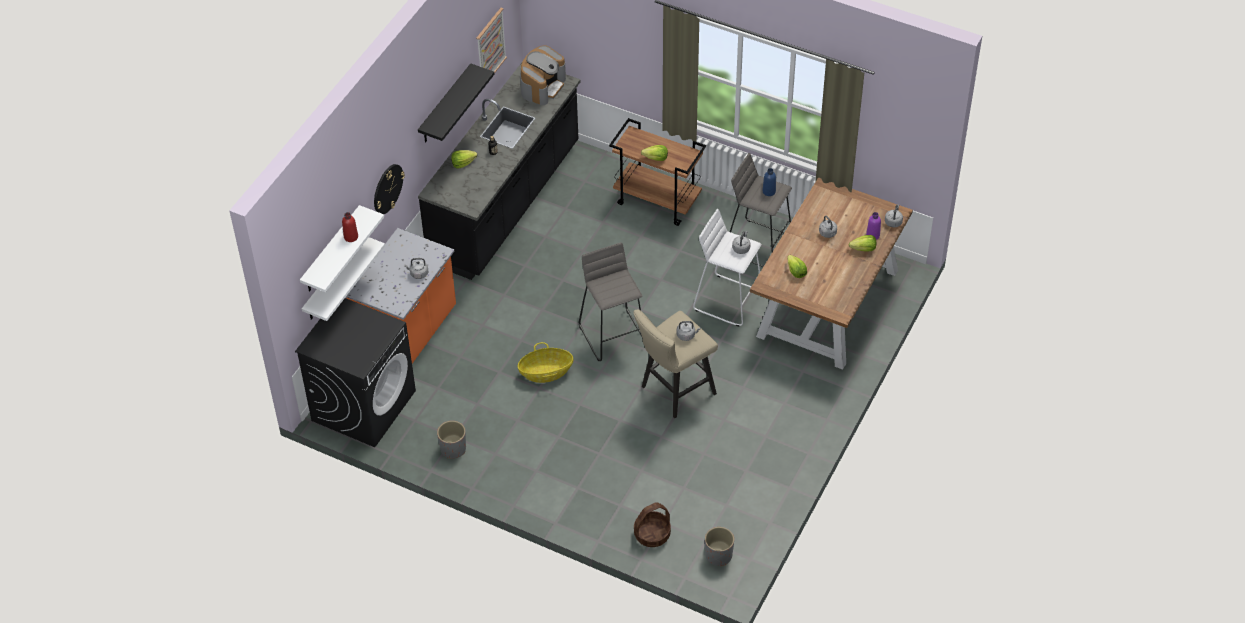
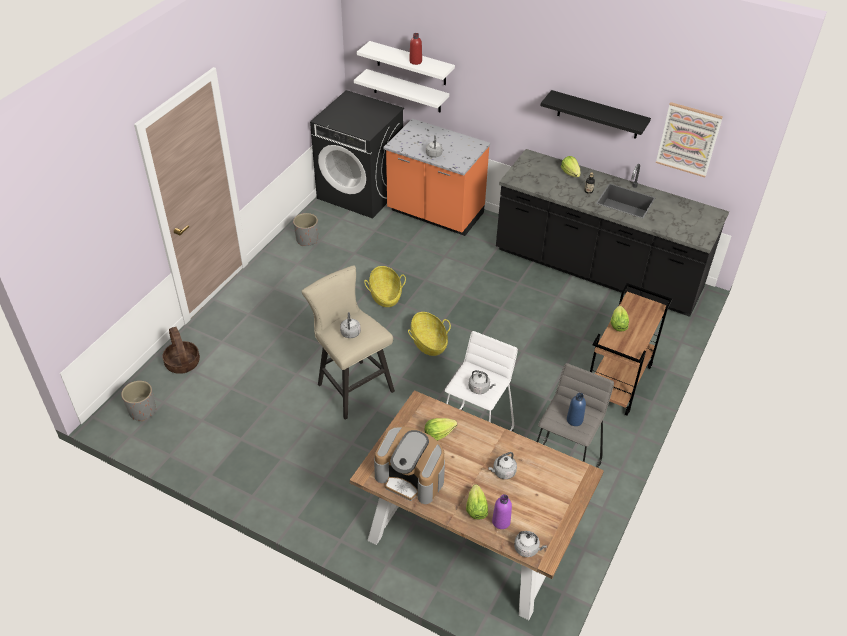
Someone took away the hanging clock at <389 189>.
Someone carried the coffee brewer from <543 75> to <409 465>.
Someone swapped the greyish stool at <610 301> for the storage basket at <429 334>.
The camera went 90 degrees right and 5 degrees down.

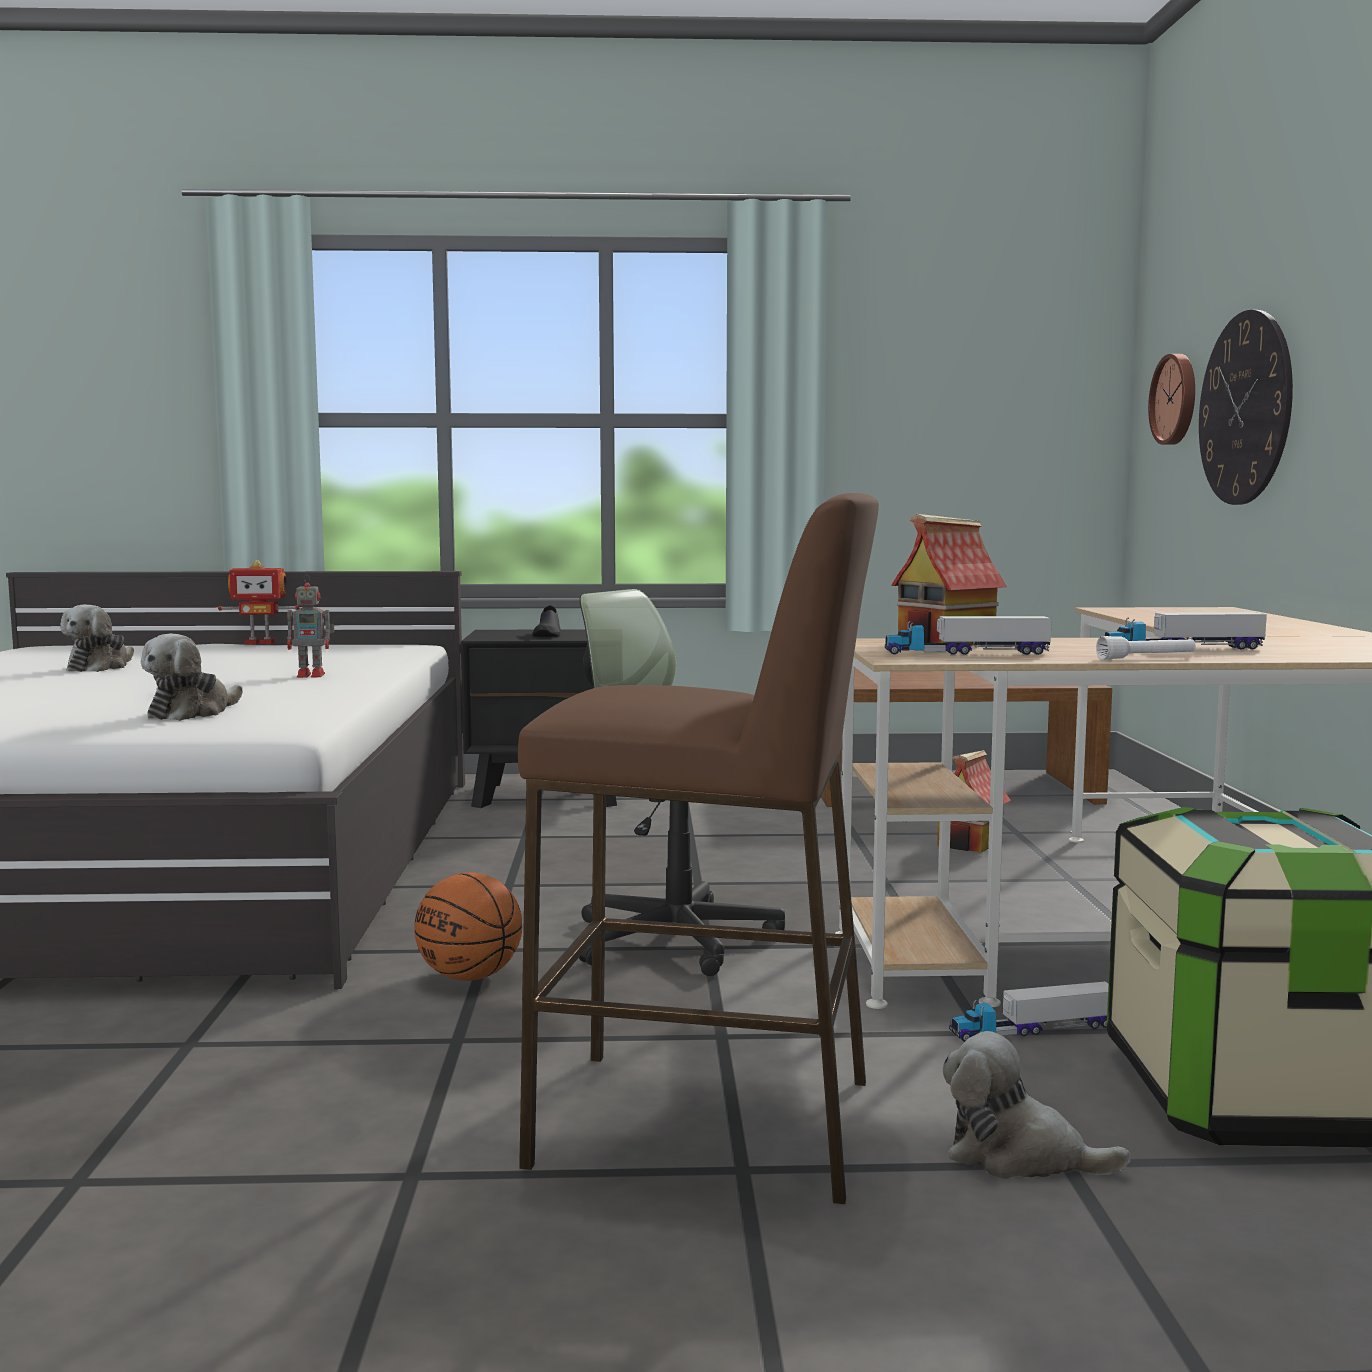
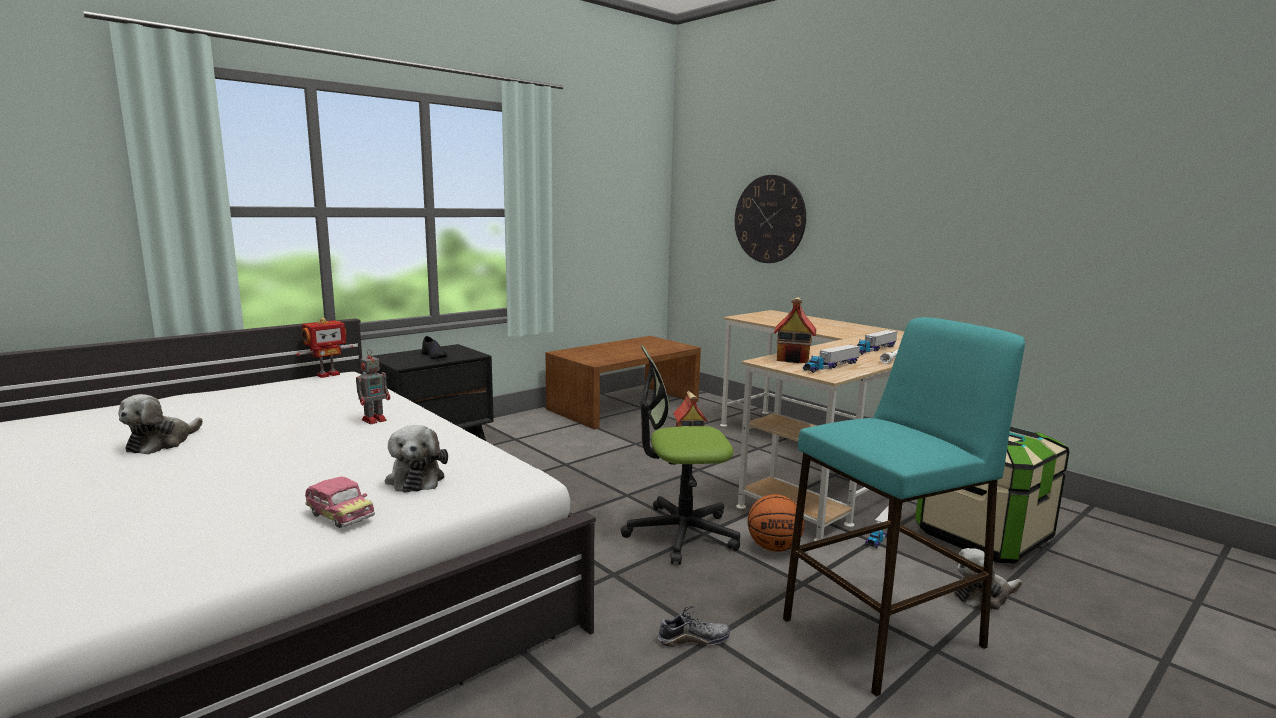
Someone took away the hanging clock at <1171 399>.
Someone put down the toy car at <340 502>.
Someone put down the low shoe at <694 626>.
Someone carried the model robot from <259 602> to <324 348>.
Someone carried the basketball ball from <468 927> to <776 523>.
Someone repainted the brown stool at <698 848>, which became the turquoise-coloured stool at <904 507>.
Someone rotated the soft toy at <97 638> by 45 degrees clockwise.
The camera went 40 degrees left and 5 degrees up.

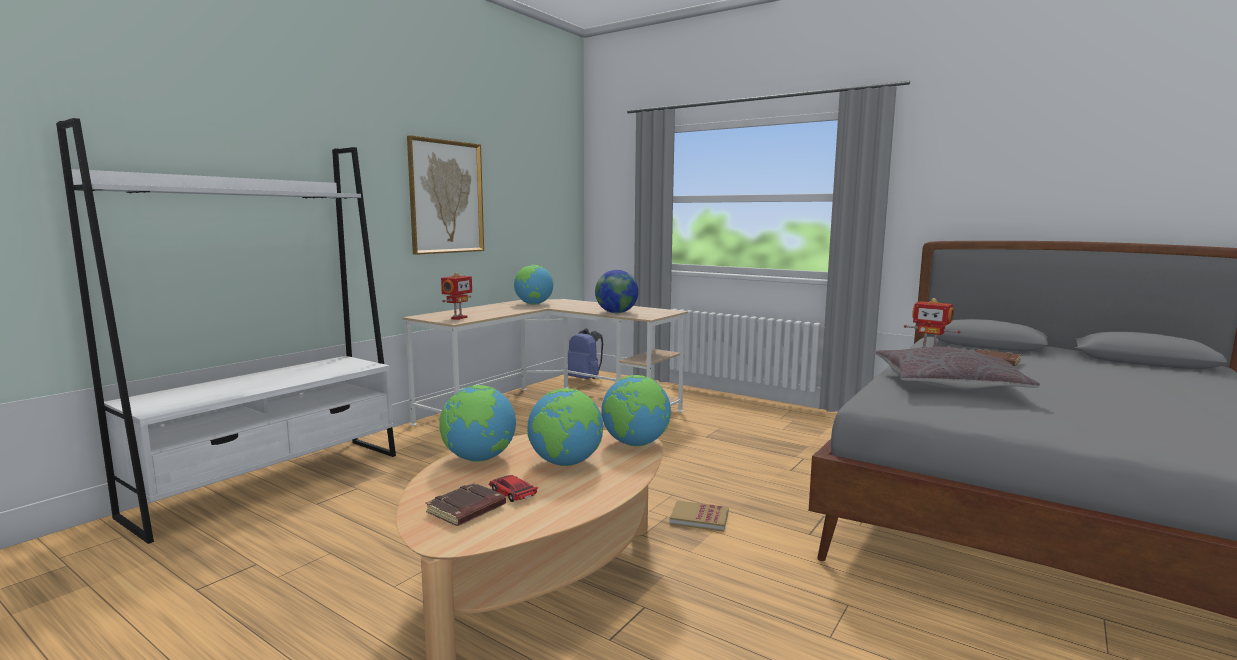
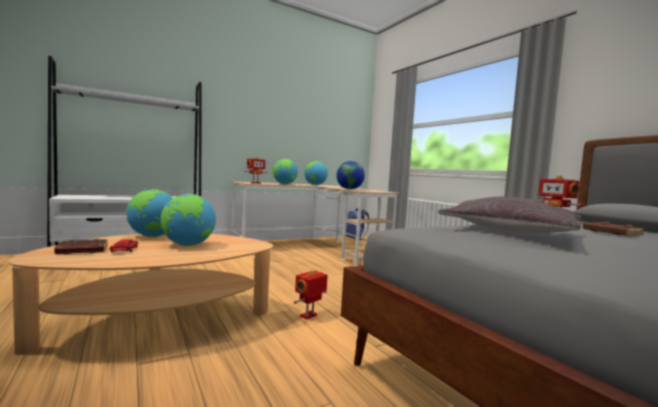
Someone took away the picture at <445 195>.
Someone carried the desk globe from <636 410> to <285 171>.
Someone swapped the bound book at <699 516> for the model robot at <311 294>.
The camera went 25 degrees right and 5 degrees down.

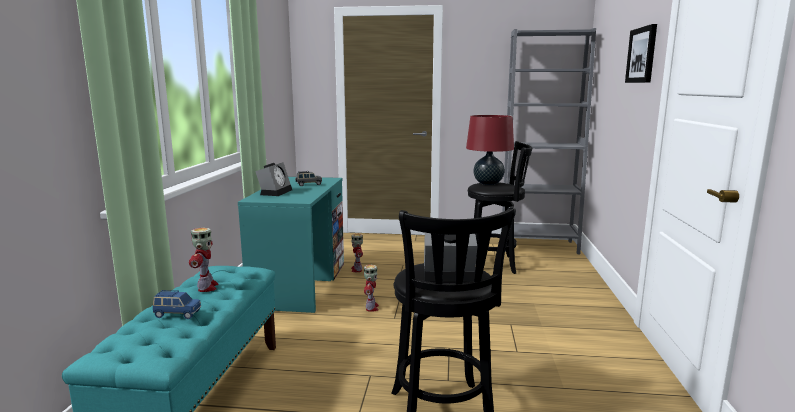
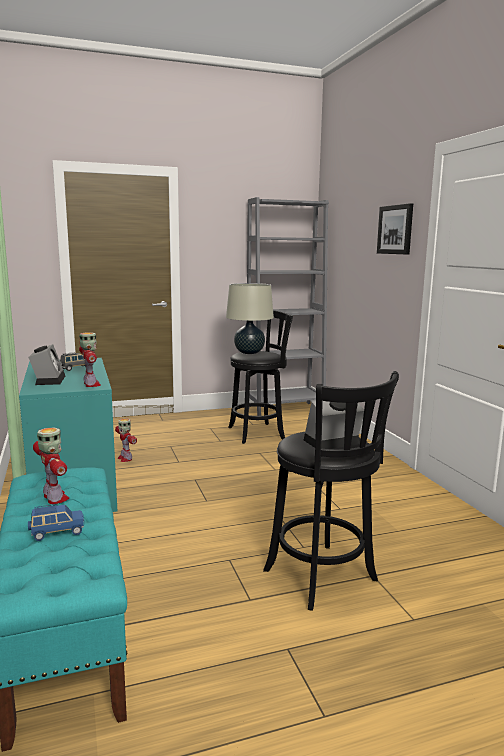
Someone carried the model robot from <371 288> to <90 359>.
Someone repainted the red lamp for a table at <490 150>, which became the sand-coloured lamp for a table at <250 318>.
The camera went 25 degrees left and 0 degrees up.

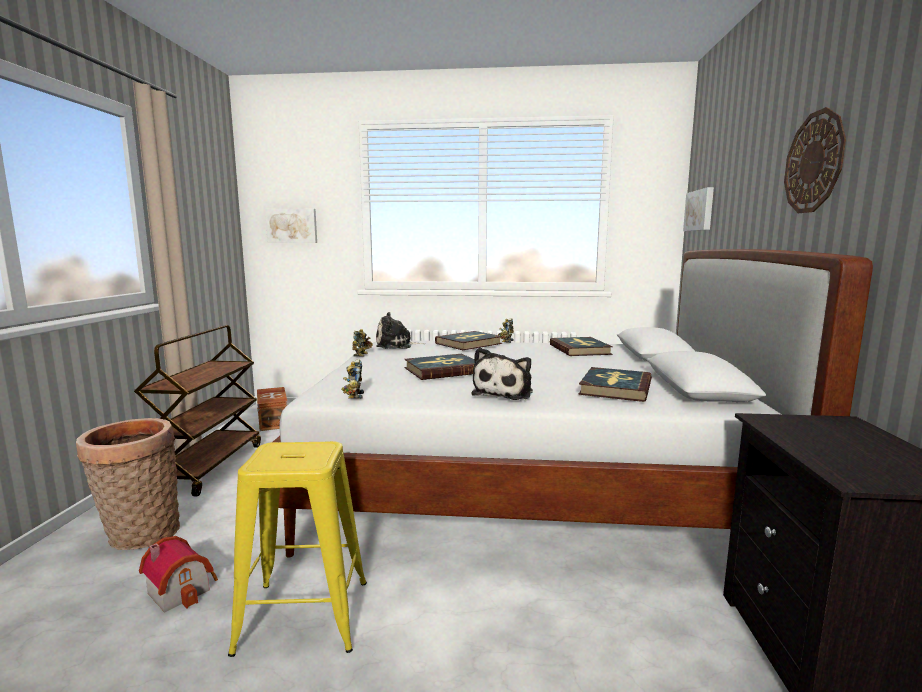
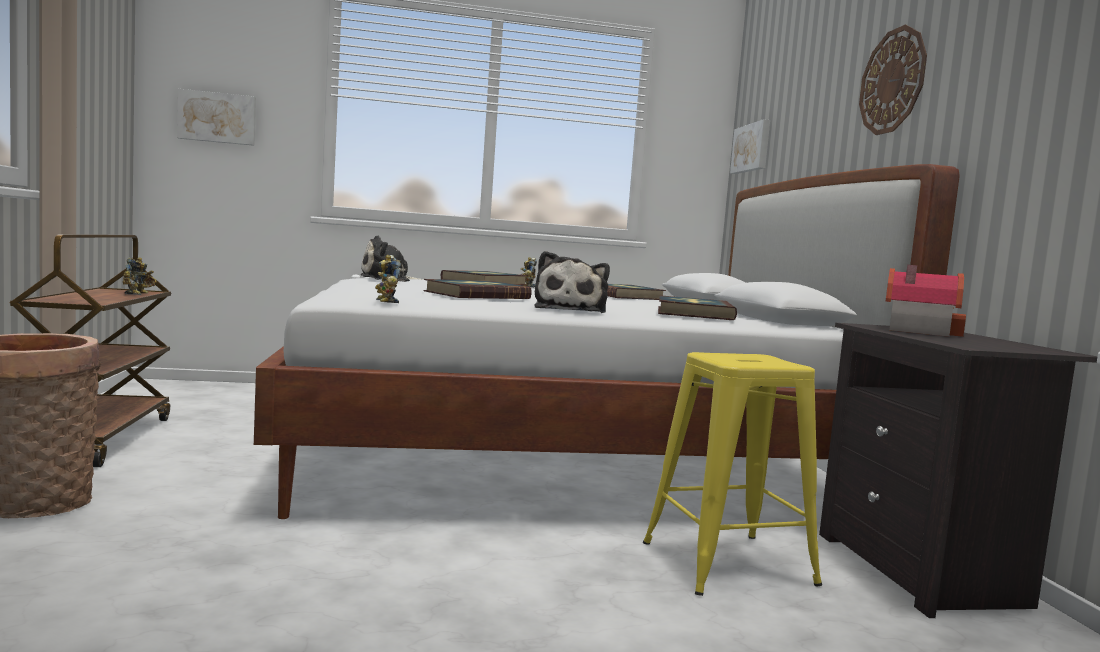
Someone took away the brown storage box at <272 409>.
Someone carried the toy house from <178 574> to <925 301>.
Someone carried the yellow-coloured stool from <297 549> to <732 474>.
Someone carried the model robot from <362 343> to <140 276>.
The camera went 15 degrees left and 5 degrees down.

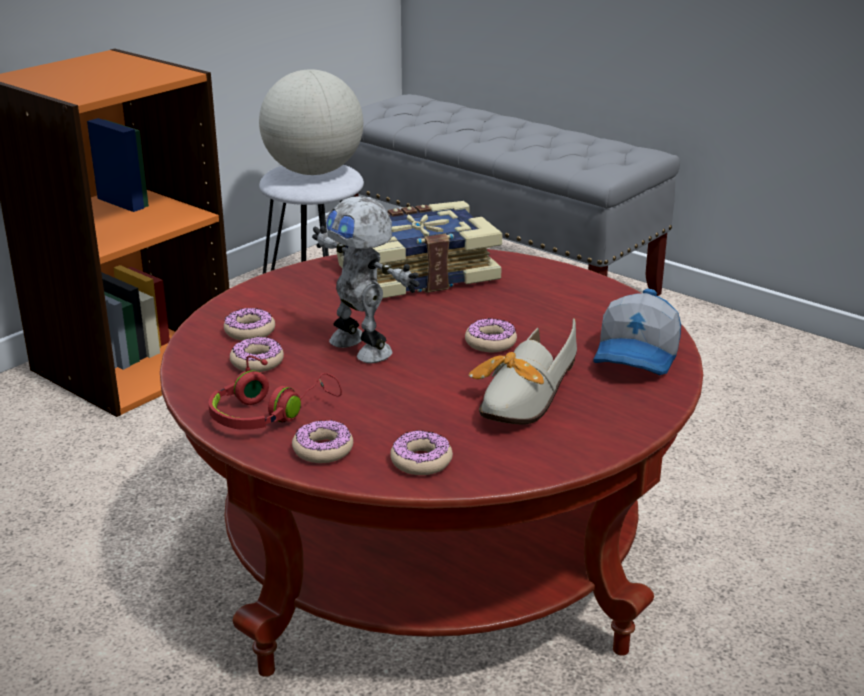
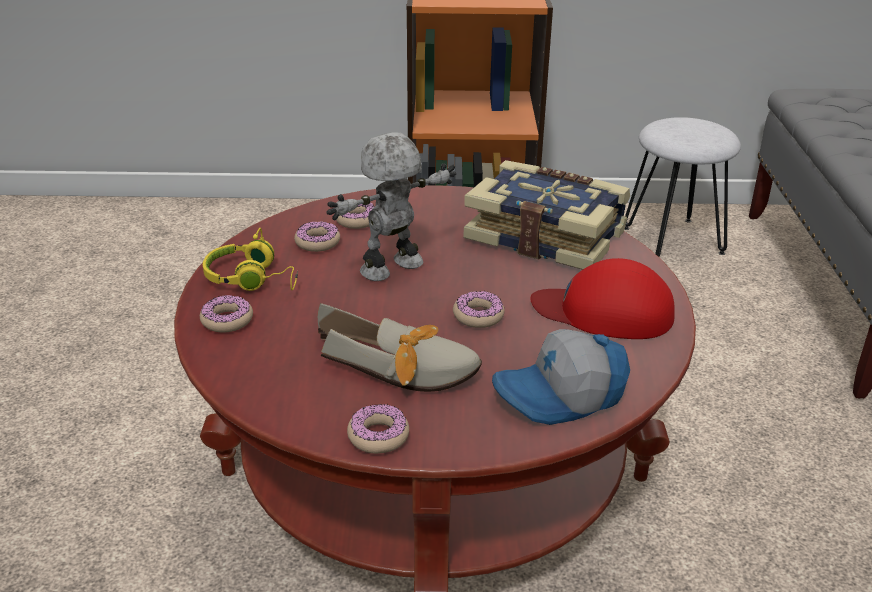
Someone took away the desk globe at <311 122>.
Someone put down the red peaked cap at <602 298>.
Someone carried the doughnut from <421 452> to <378 429>.
Someone repainted the red pair of headphones at <275 392>, which became the yellow-coloured pair of headphones at <250 259>.
Someone rotated the model robot at <366 280> by 45 degrees clockwise.
Someone rotated the low shoe at <523 371> by 150 degrees counterclockwise.
The camera went 50 degrees right and 5 degrees up.

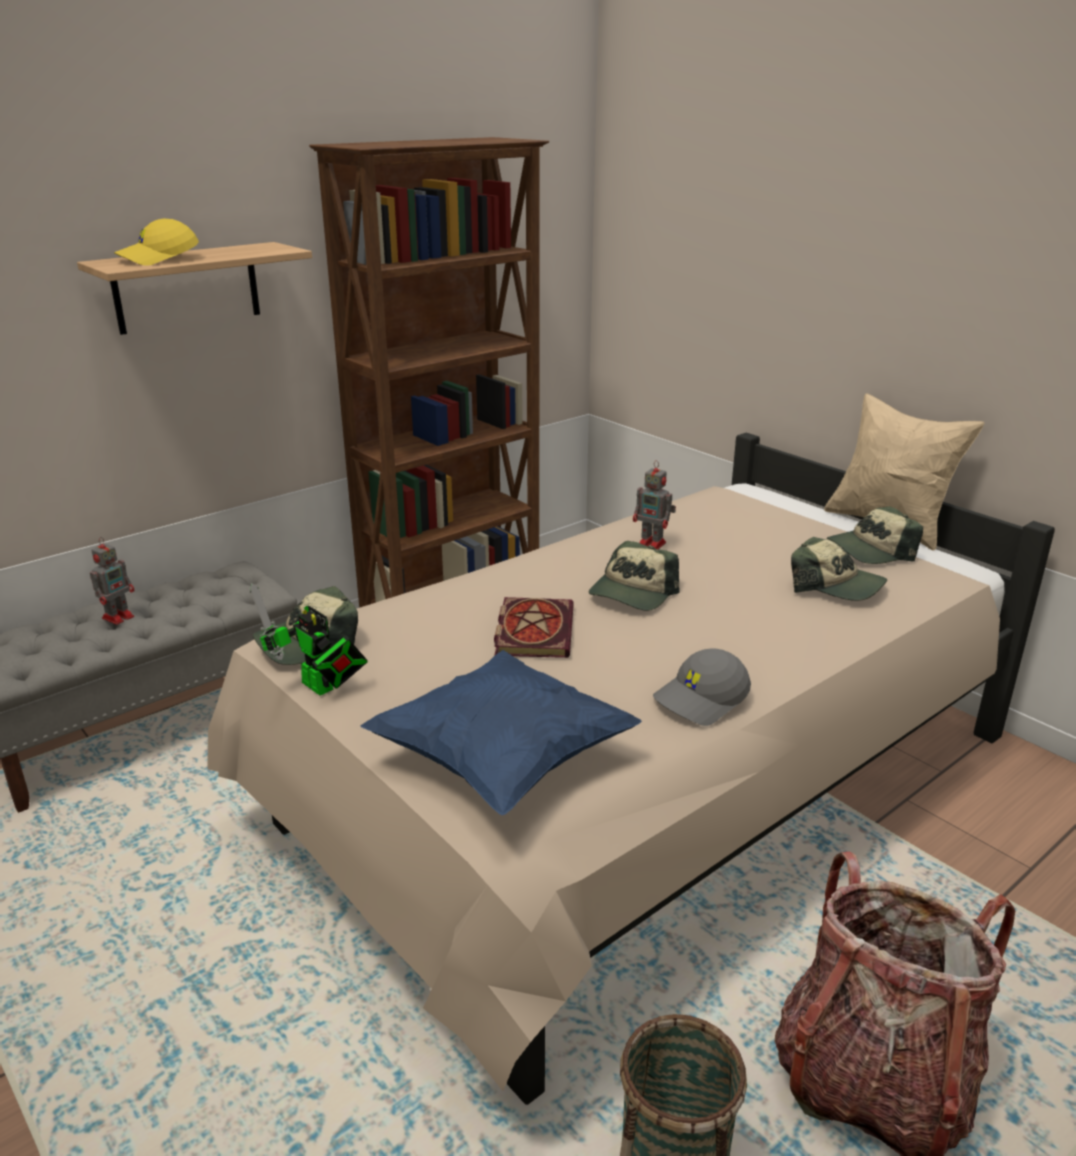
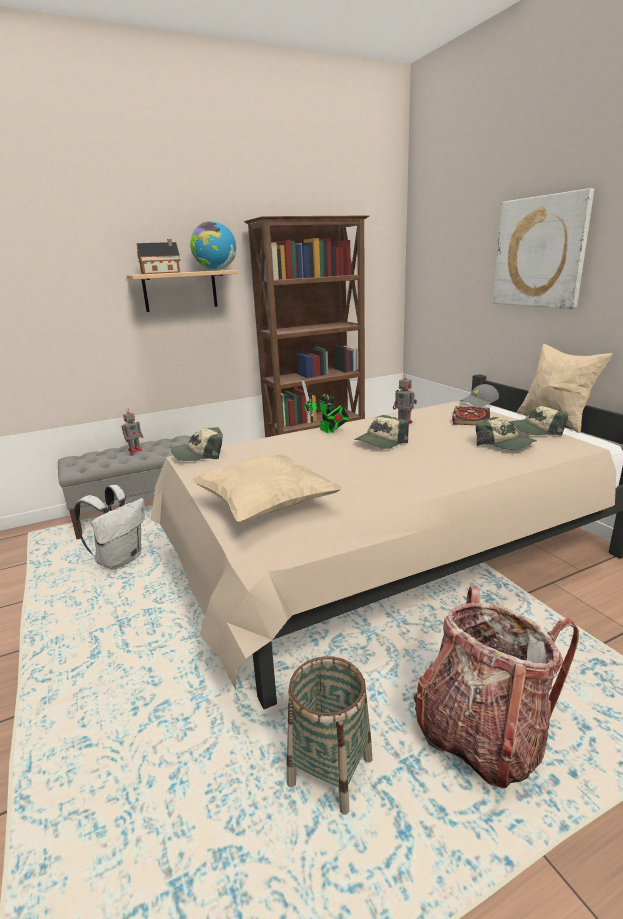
Someone put down the whitish rucksack at <109 527>.
Someone put down the desk globe at <213 246>.
Someone put up the picture at <543 248>.
Someone carried the model robot from <309 639> to <326 406>.
Someone carried the bound book from <534 627> to <471 415>.
Someone carried the greyish peaked cap from <702 687> to <479 395>.
Someone swapped the yellow-coloured peaked cap at <156 242> for the toy house at <158 256>.
Someone repainted the bluish cushion at <501 732>, which became the sand-coloured cushion at <266 488>.
The camera went 15 degrees right and 5 degrees down.

